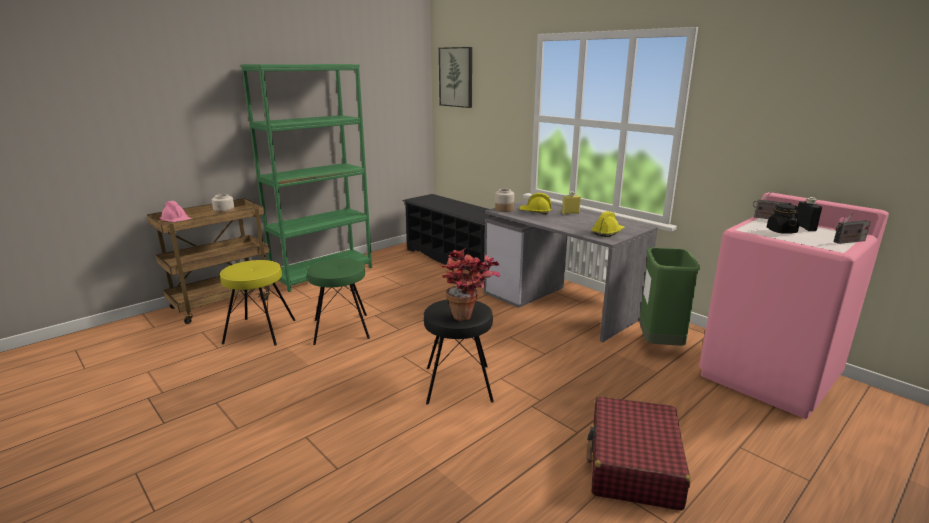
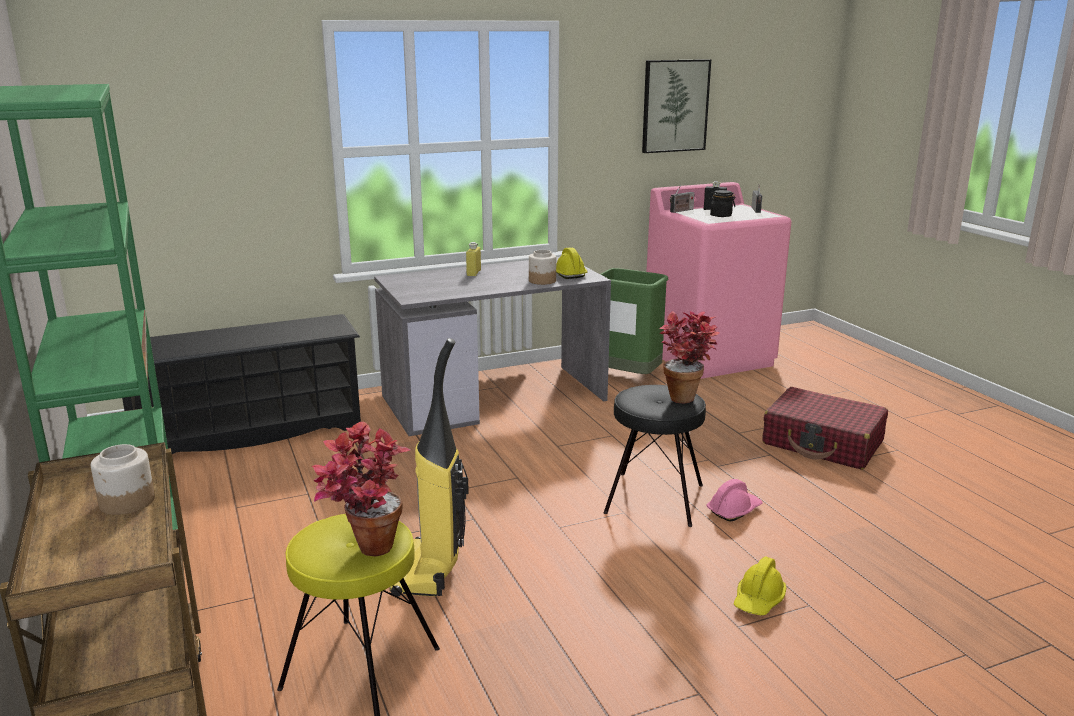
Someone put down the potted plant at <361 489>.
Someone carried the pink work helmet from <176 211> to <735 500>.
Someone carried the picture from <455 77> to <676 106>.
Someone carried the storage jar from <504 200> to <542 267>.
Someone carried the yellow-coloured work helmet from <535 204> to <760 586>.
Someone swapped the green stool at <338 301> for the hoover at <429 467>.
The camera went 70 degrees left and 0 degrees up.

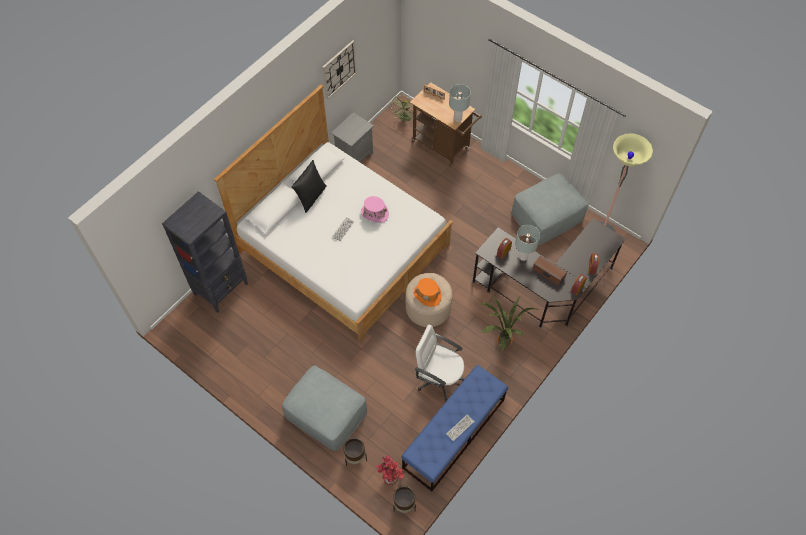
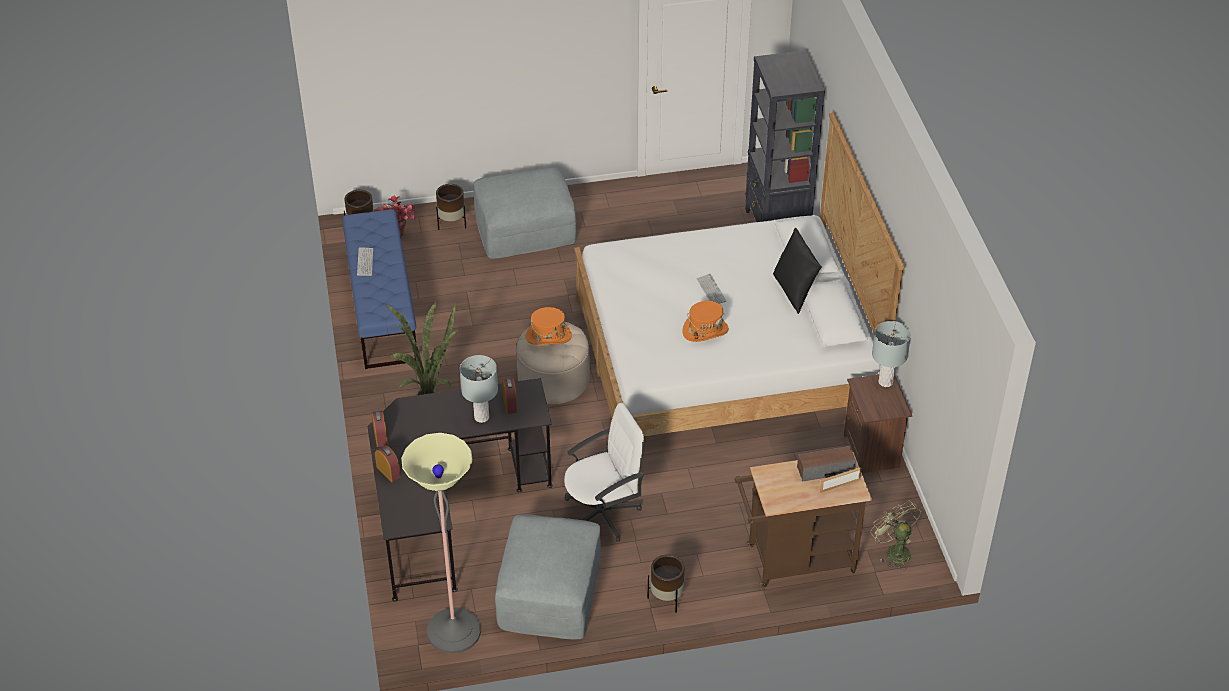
Someone took away the hanging clock at <339 70>.
Someone put down the brown planter at <666 584>.
Someone carried the whitish computer chair from <440 363> to <604 472>.
Someone carried the greyish lamp for a table from <460 103> to <891 354>.
Someone carried the audio speaker from <550 270> to <826 464>.
Someone repainted the greyish night table at <352 137>, which became the brown night table at <878 423>.
Someone repainted the pink clothing hat at <375 209>, which became the orange-coloured clothing hat at <705 321>.
The camera went 130 degrees right and 15 degrees down.

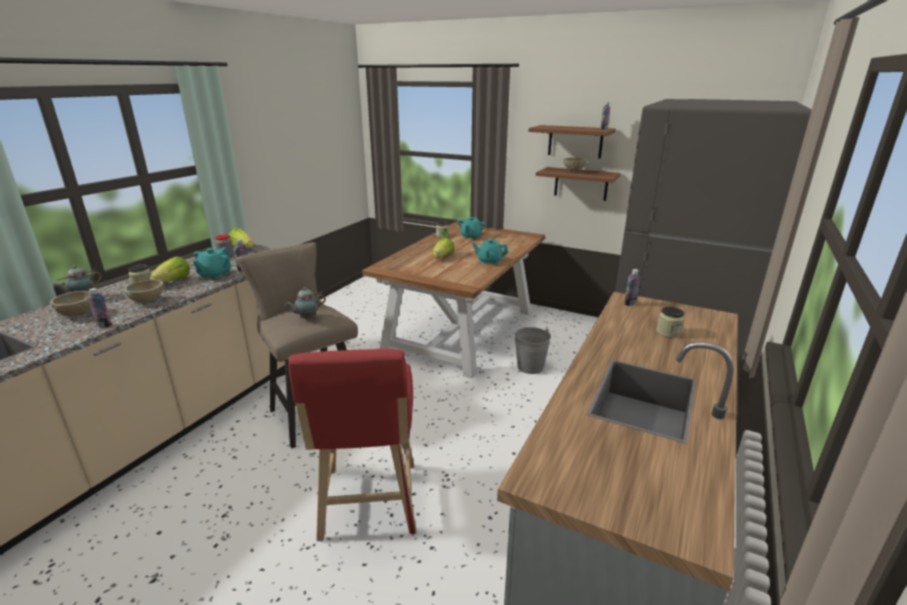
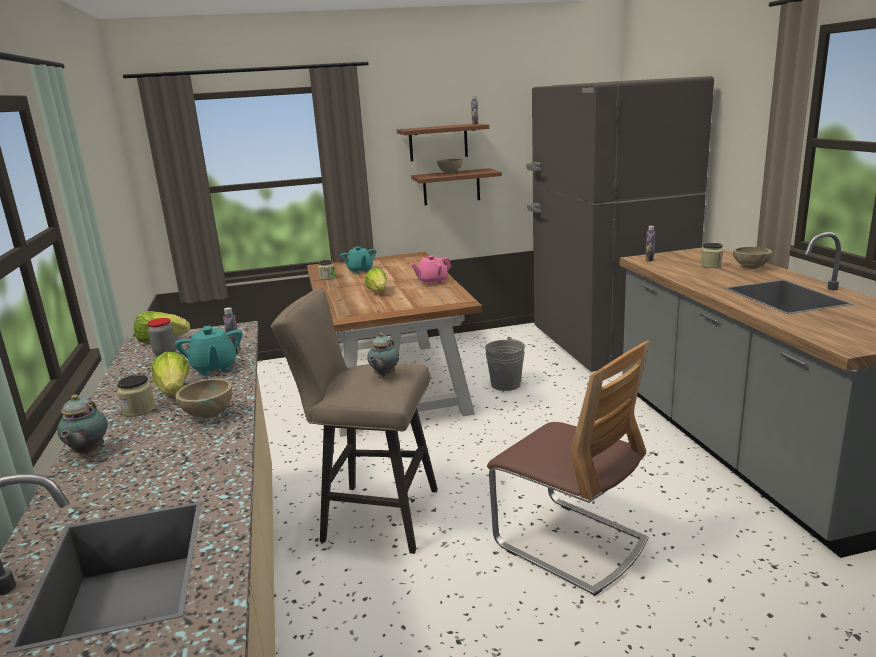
Someone took away the drink bottle at <100 308>.
Someone carried the sand-coloured deep dish from <70 304> to <752 258>.
Someone swapped the red stool at <352 445> for the chair at <568 468>.
Someone repainted the turquoise-coloured teapot at <490 252>, which became the pink teapot at <431 270>.
The camera went 40 degrees left and 5 degrees down.

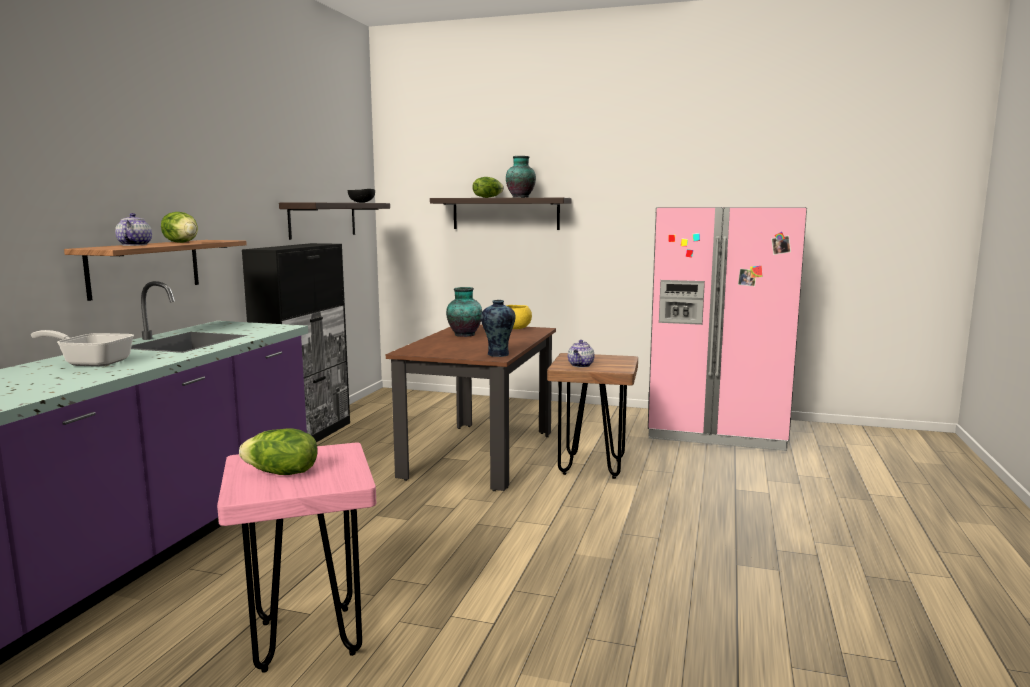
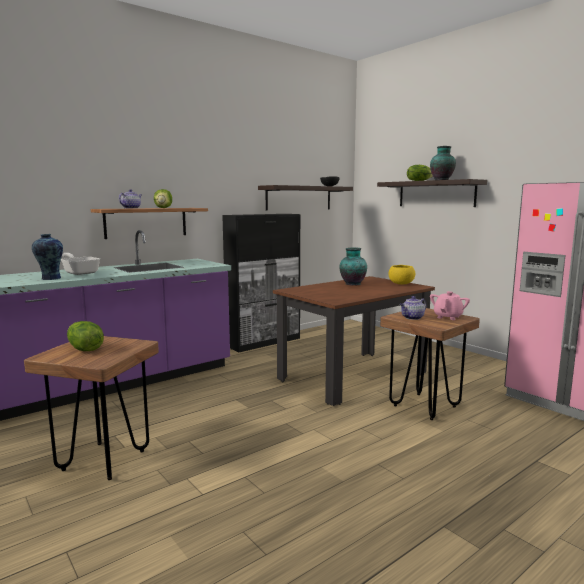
Someone put down the pink teapot at <450 305>.
Someone carried the decorative vase from <498 328> to <47 257>.
Someone repainted the pink stool at <296 558>, which became the brown stool at <91 408>.
The camera went 35 degrees right and 0 degrees up.

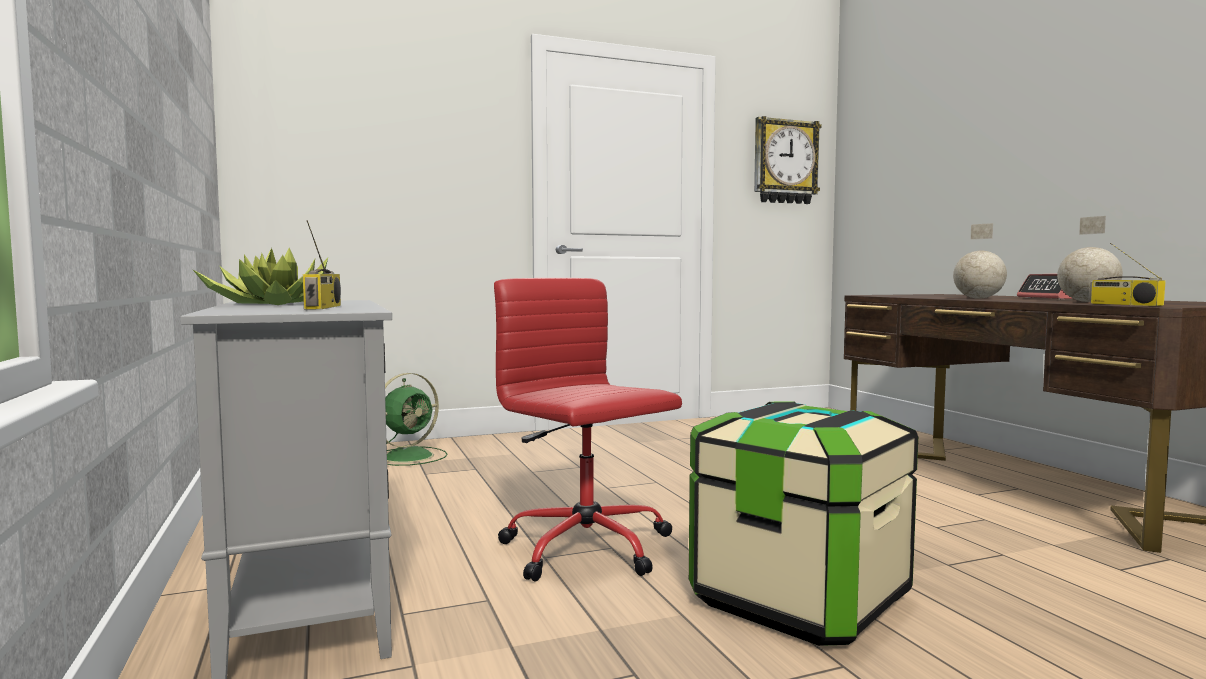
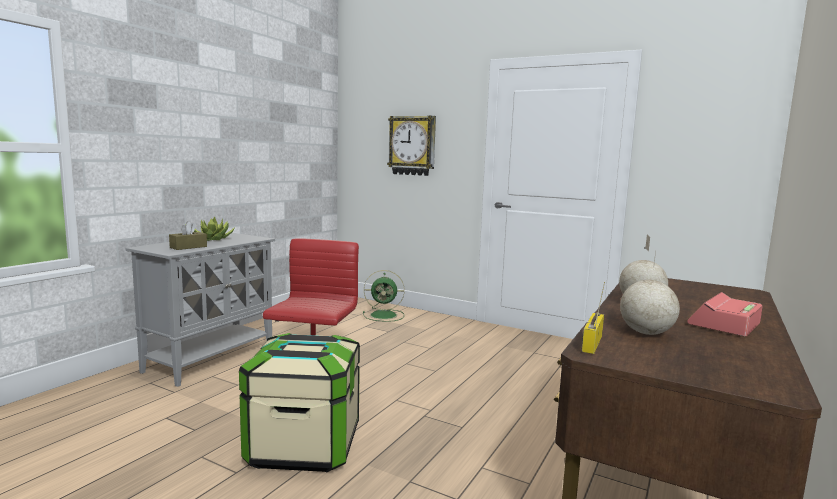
Someone carried the hanging clock from <788 160> to <411 146>.
Someone swapped the radio receiver at <322 264> for the brown tissue box at <188 235>.
The camera went 50 degrees right and 5 degrees up.

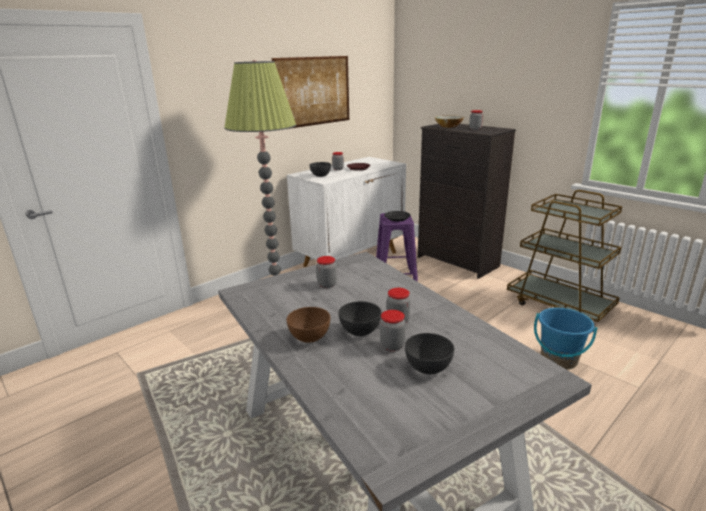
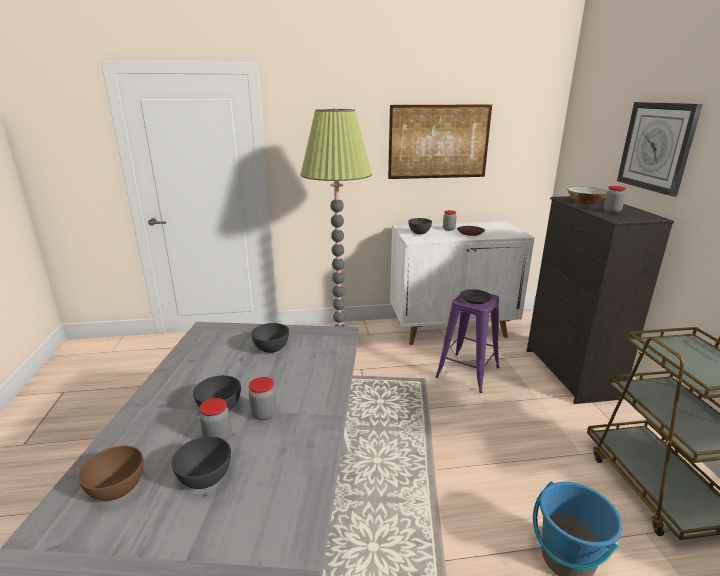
Someone put up the hanging clock at <659 149>.
Someone carried the brown deep dish from <308 325> to <111 473>.
Someone swapped the storage jar at <326 272> for the greyish deep dish at <270 338>.
The camera went 35 degrees right and 0 degrees up.

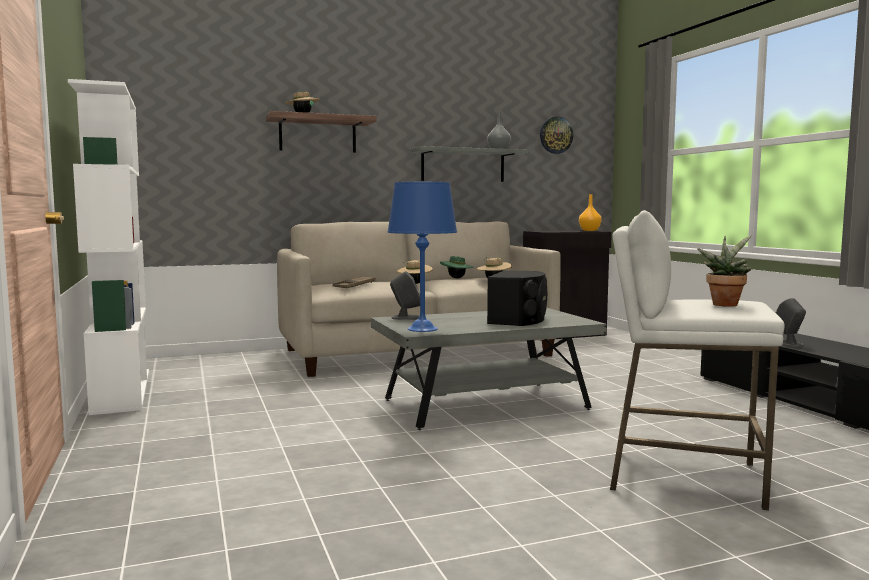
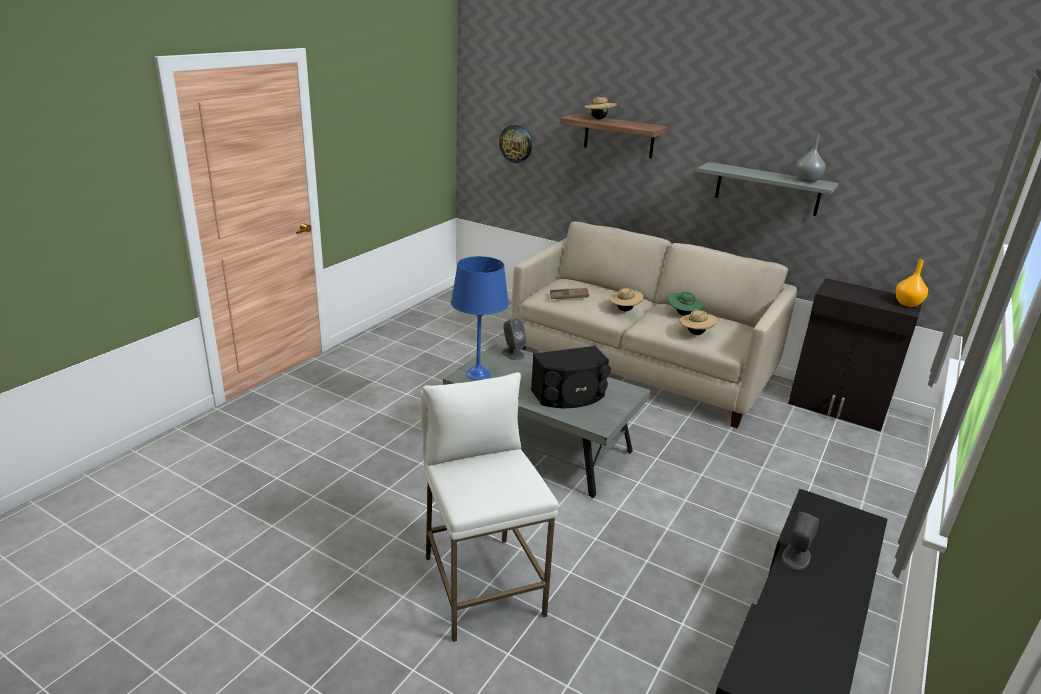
Someone took away the whitish bookshelf at <108 247>.
Someone took away the potted plant at <724 271>.
Someone carried the hanging clock from <556 135> to <515 144>.
The camera went 50 degrees right and 20 degrees up.

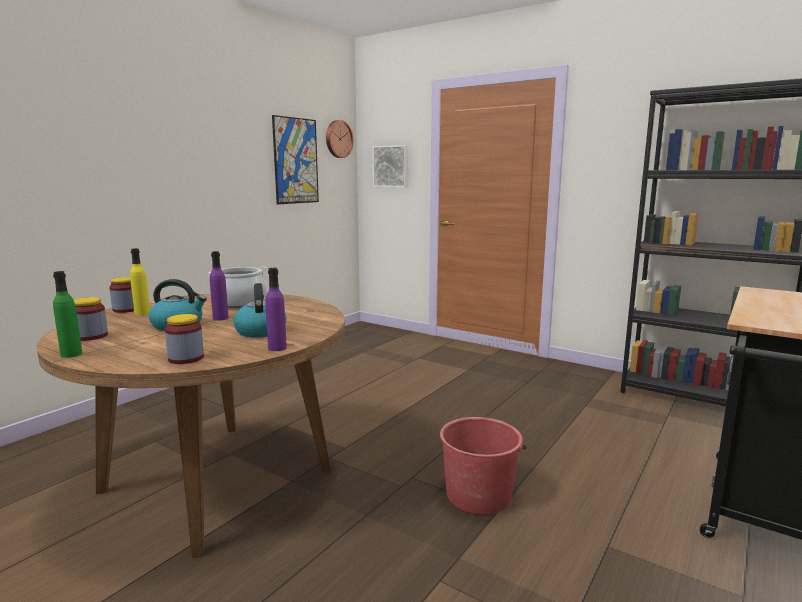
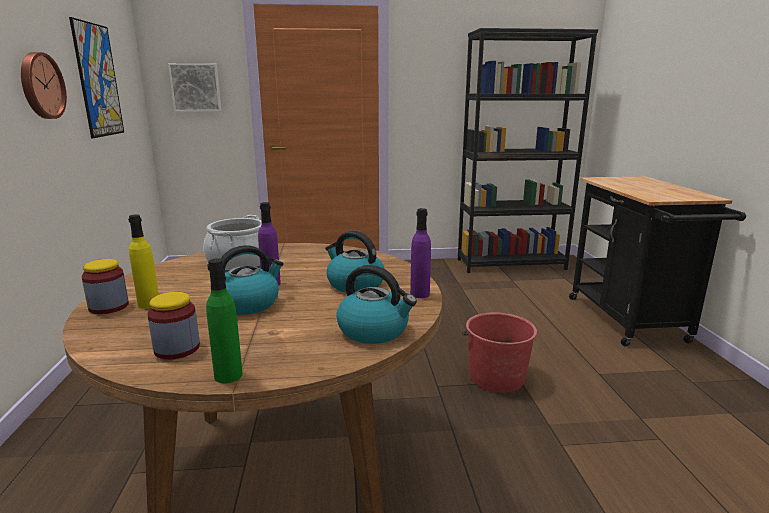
Someone carried the hanging clock from <339 139> to <44 85>.
Someone swapped the storage jar at <184 339> for the water kettle at <376 304>.
The camera went 40 degrees left and 5 degrees up.

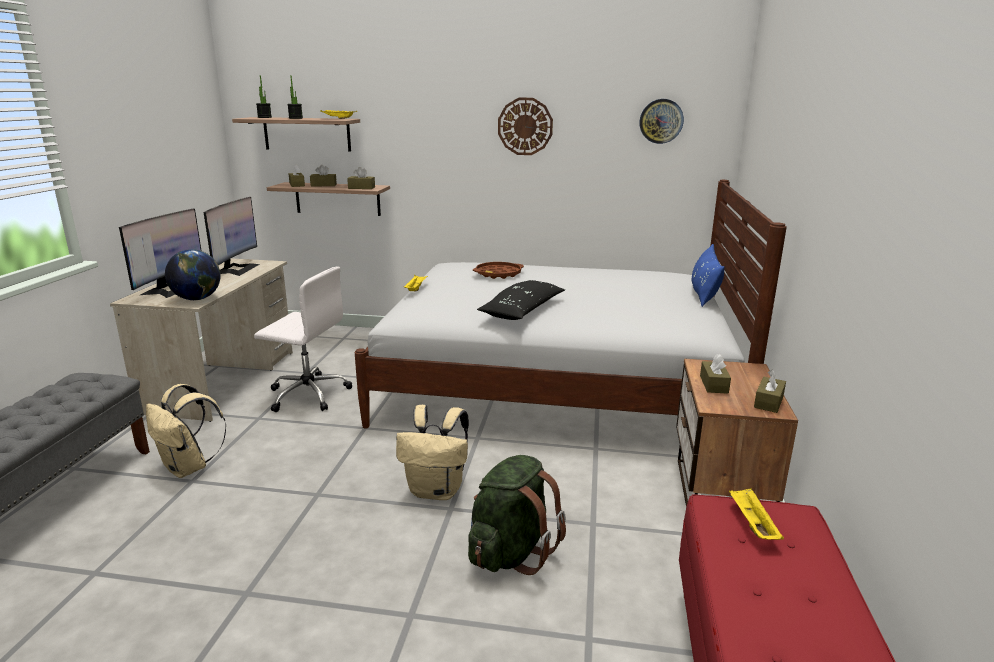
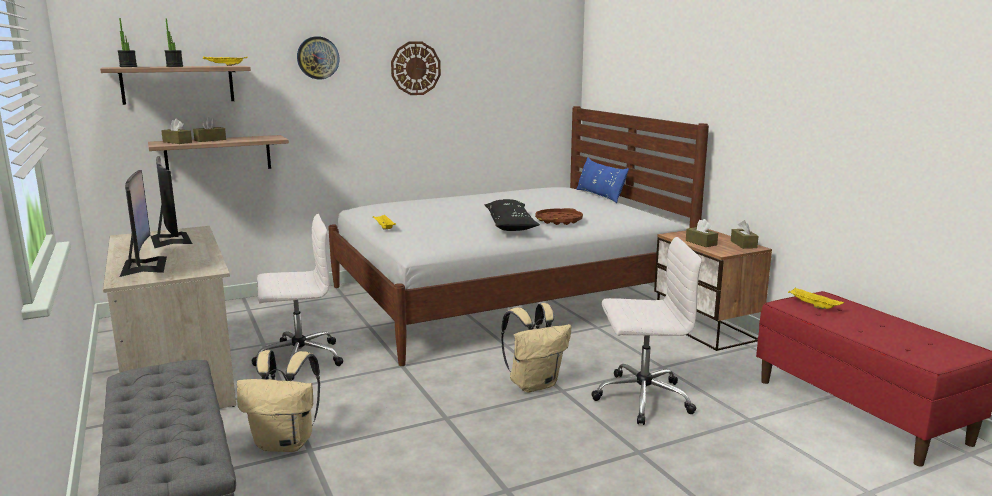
Someone took away the desk globe at <192 274>.
Someone took away the brown tissue box at <361 178>.
Someone carried the brown carrying tray from <498 270> to <559 216>.
Someone carried the hanging clock from <661 121> to <318 57>.
Someone swapped the green rucksack at <517 515> for the whitish computer chair at <646 331>.
The camera went 35 degrees left and 5 degrees down.

